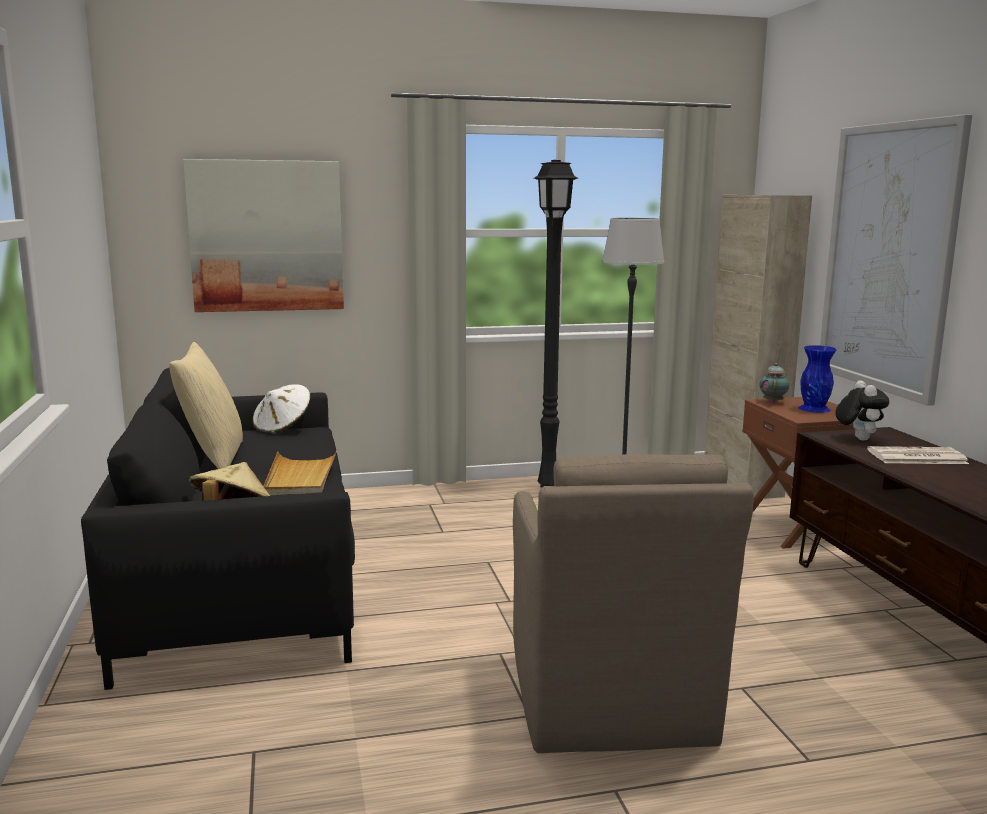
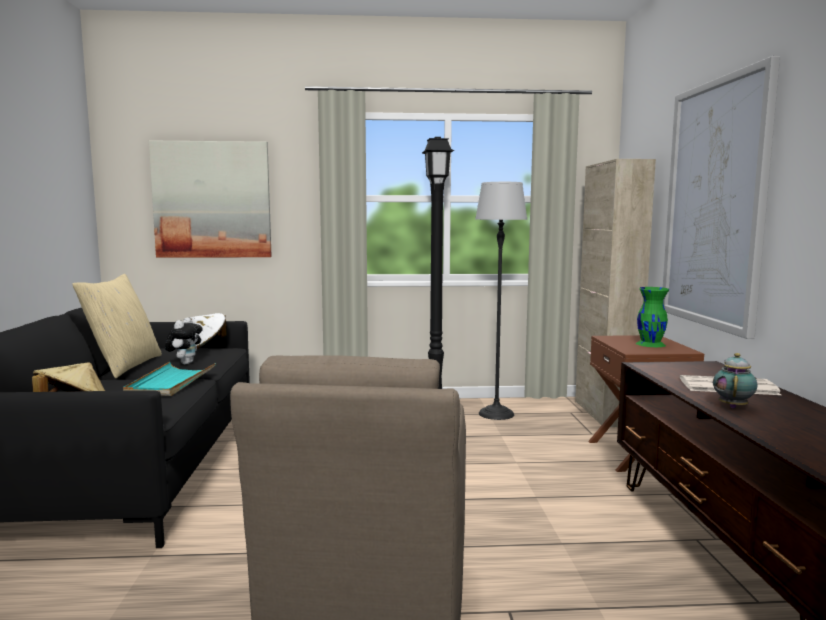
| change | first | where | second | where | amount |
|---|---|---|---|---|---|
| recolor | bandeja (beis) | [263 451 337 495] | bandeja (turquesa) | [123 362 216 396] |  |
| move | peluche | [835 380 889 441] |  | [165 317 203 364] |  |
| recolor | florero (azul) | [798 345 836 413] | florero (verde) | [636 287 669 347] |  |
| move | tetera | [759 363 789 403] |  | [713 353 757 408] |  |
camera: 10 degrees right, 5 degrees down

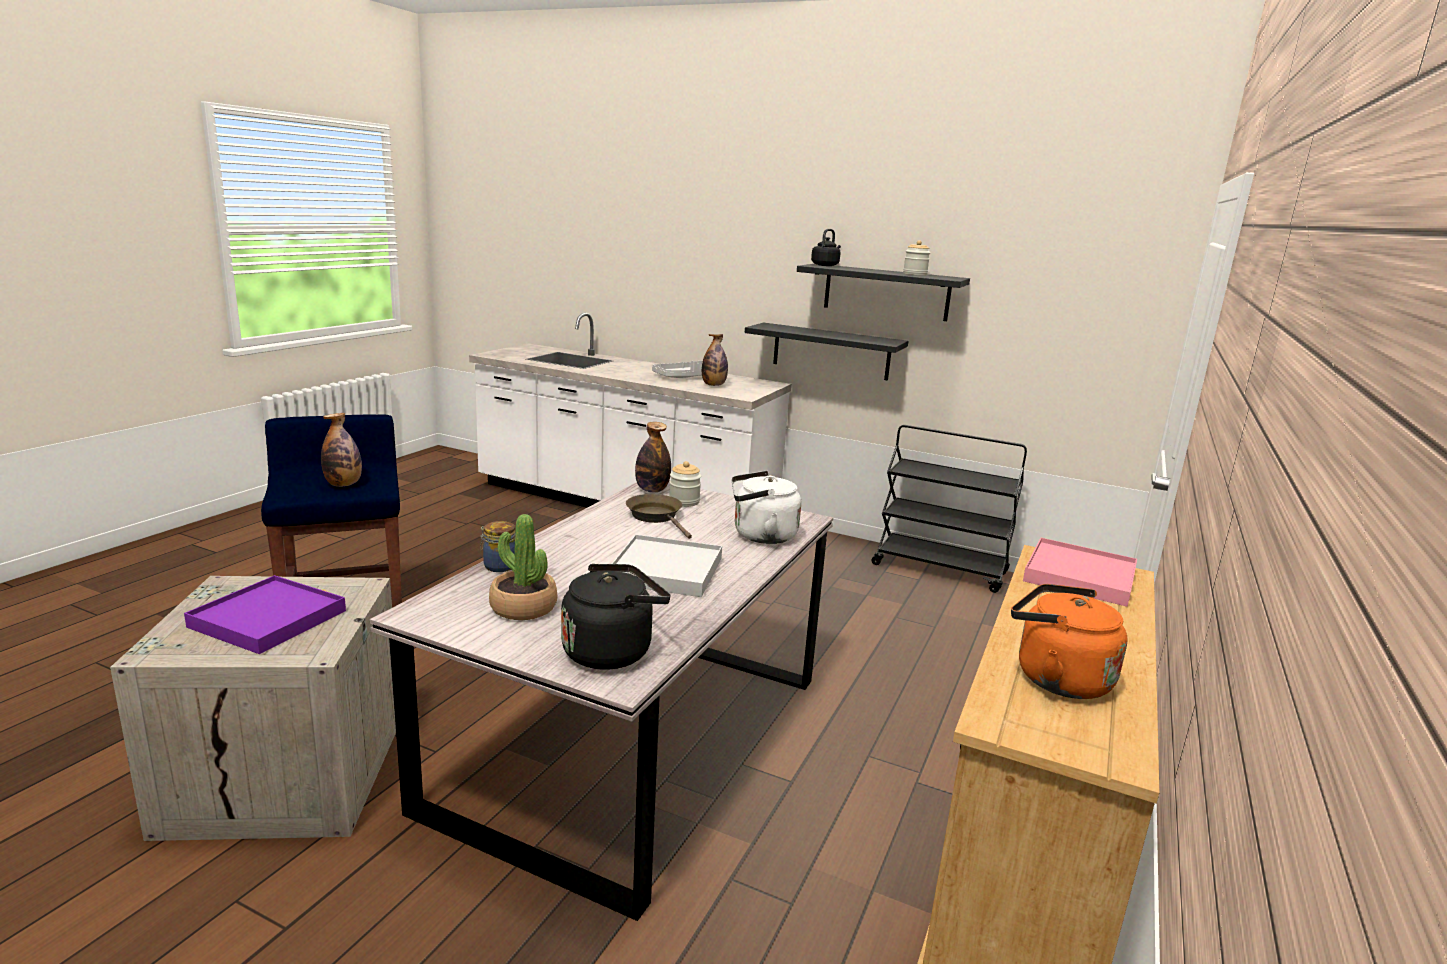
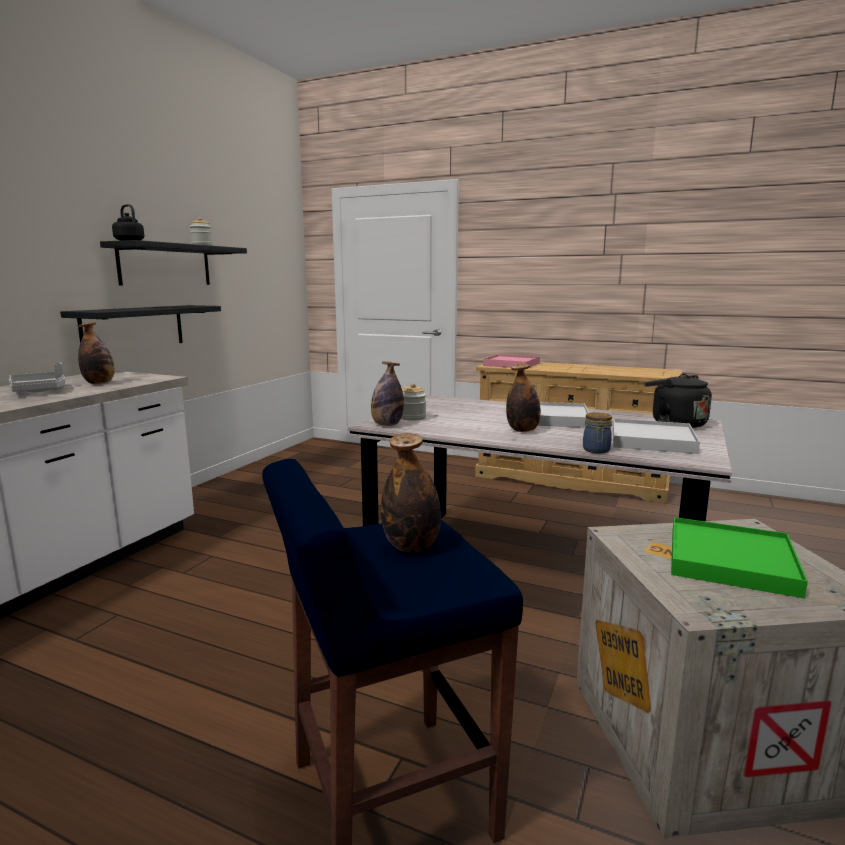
| change | first | where | second | where | amount |
|---|---|---|---|---|---|
| insert |  |  | botella | [506 364 541 432] |  |
| replace | planta en maceta | [489 514 557 620] | bandeja (blanco) | [613 419 700 454] |  |
| recolor | bandeja (morado) | [184 575 346 654] | bandeja (verde) | [671 517 808 599] |  |
| delete | sartén (marrón) | [626 494 692 539] |  |  |  |
| delete | hervidor (blanco) | [731 471 801 544] |  |  |  |
| delete | carrito (negro) | [871 425 1027 593] |  |  |  |
| delete | hervidor (naranja) | [1011 584 1128 699] |  |  |  |
camera: 90 degrees left, 5 degrees down

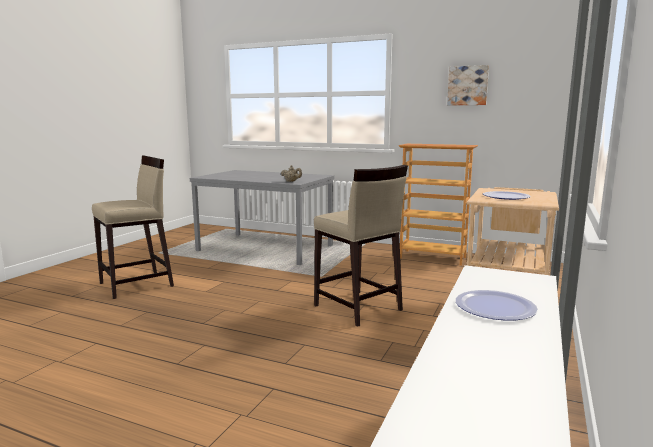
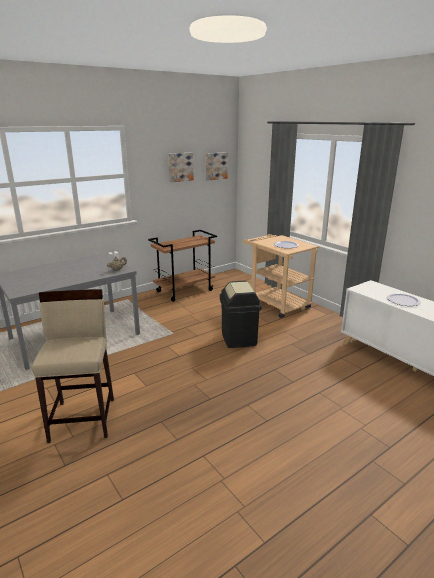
| change | first | where | second | where | amount |
|---|---|---|---|---|---|
| replace | estantería | [399 144 478 266] | carrito (marrón) | [148 230 217 302] |  |
| insert |  |  | cuadro | [206 152 228 181] |  |
| replace | taburete (beis) | [314 165 408 327] | papelera (negro) | [220 281 262 348] |  |
camera: 60 degrees left, 10 degrees up

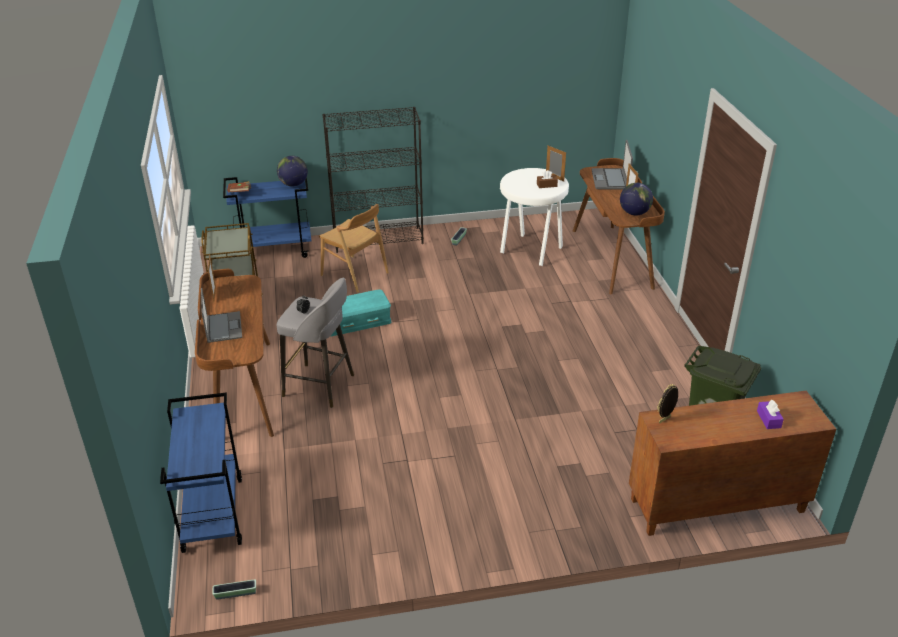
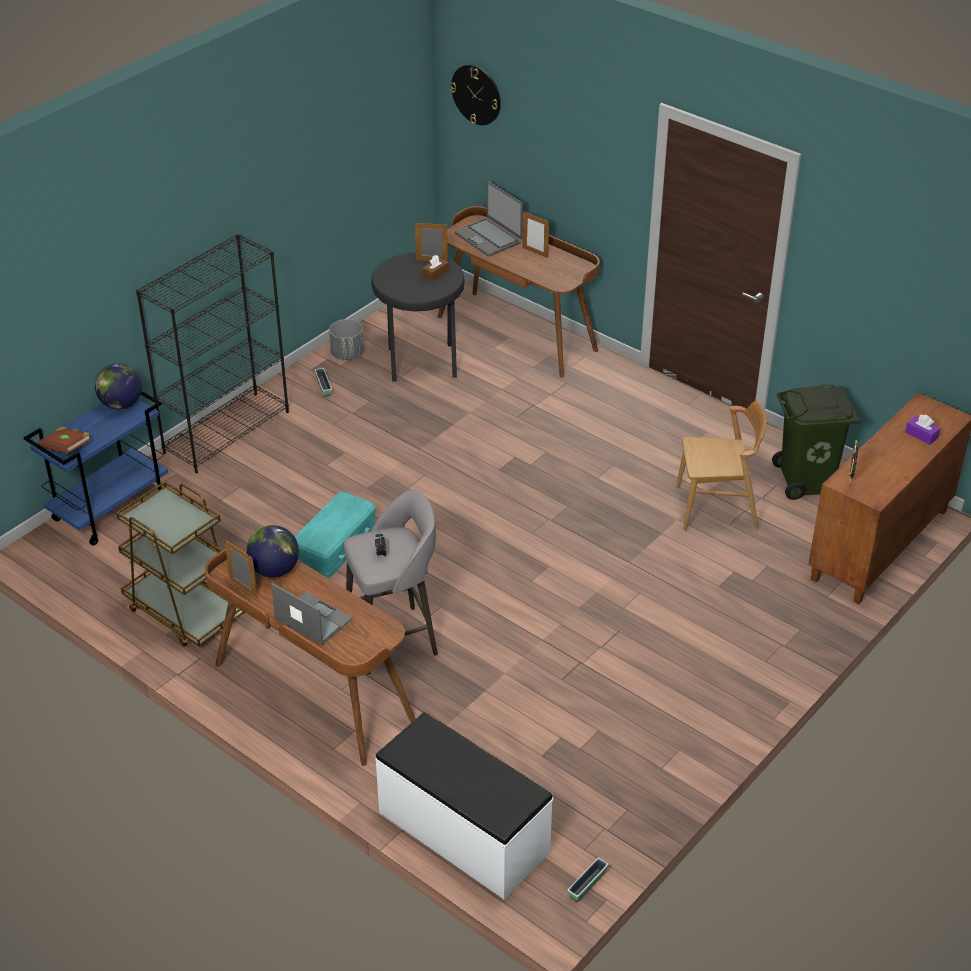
| change | first | where | second | where | amount |
|---|---|---|---|---|---|
| move | globo terráqueo | [620 183 653 215] |  | [246 525 299 577] |  |
| insert |  |  | maceta (gris) | [329 319 364 360] |  |
| recolor | taburete (blanco) | [500 168 569 266] | taburete (negro) | [371 252 465 381] |  |
| replace | carrito (azul) | [160 392 242 553] | banco (blanco) | [375 712 553 899] |  |
| insert |  |  | reloj de pared | [450 64 501 125] |  |
| move | silla (marrón) | [319 204 389 293] |  | [676 401 767 531] |  |
camera: 40 degrees left, 5 degrees up

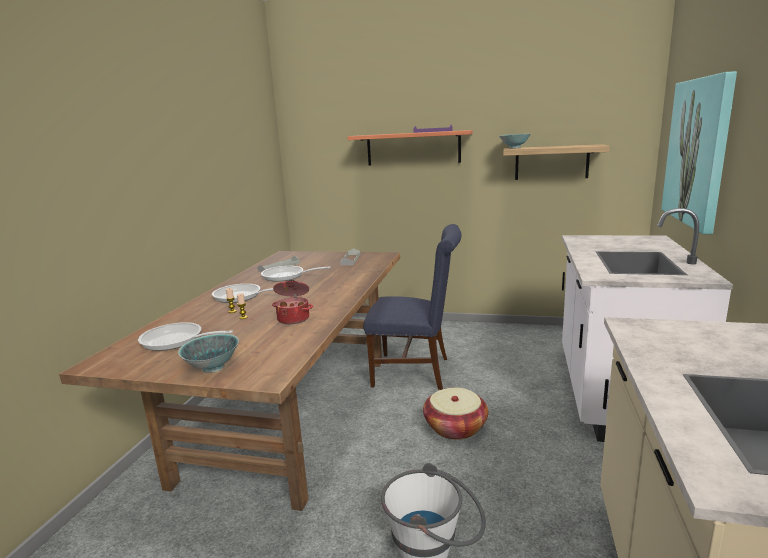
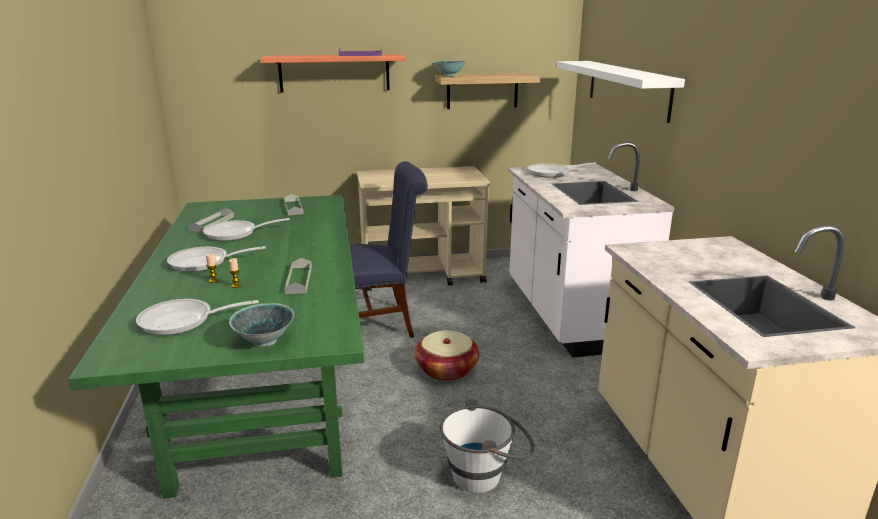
| change | first | where | second | where | amount |
|---|---|---|---|---|---|
| recolor | mesa de comedor (marrón) | [59 251 400 511] | mesa de comedor (verde) | [68 195 364 499] |  |
| replace | olla | [272 280 313 324] | bandeja (gris) | [284 258 312 294] |  |
| insert |  |  | carrito (beis) | [357 166 490 291] |  |
| insert |  |  | sartén | [528 163 596 178] |  |
| replace | cuadro | [661 71 737 234] | estante (blanco) | [557 61 685 123] |  |
camera: 25 degrees left, 5 degrees up

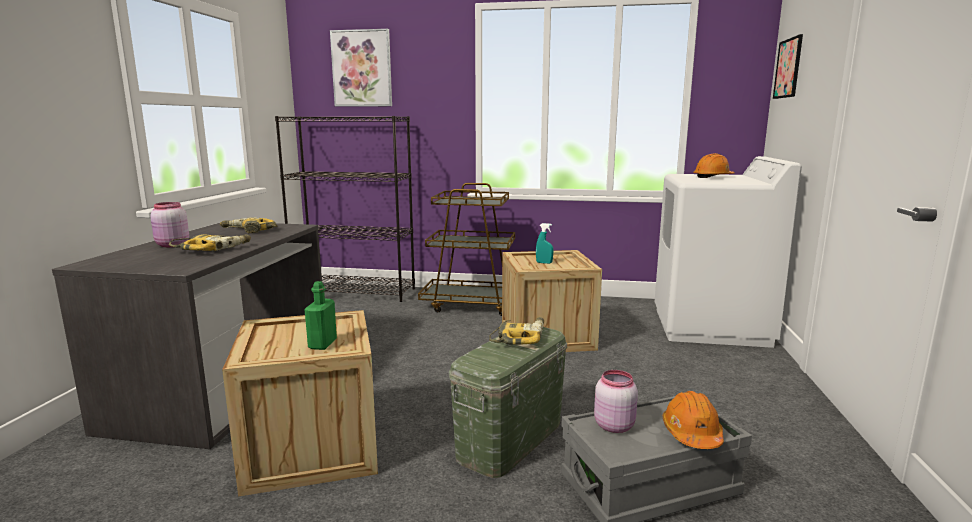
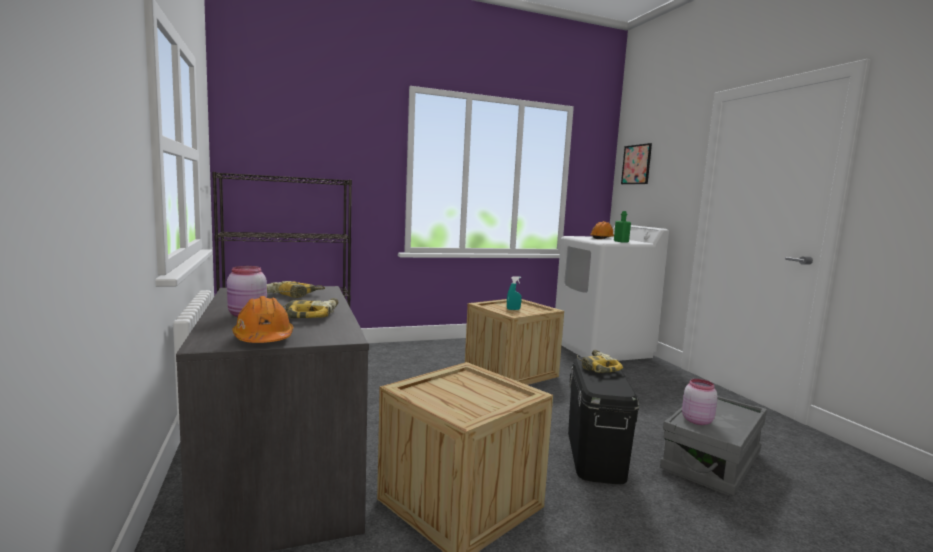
| change | first | where | second | where | amount |
|---|---|---|---|---|---|
| move | casco (naranja) | [663 391 724 449] |  | [232 296 293 343] |  |
| recolor | caja de almacenaje (verde) | [449 327 567 478] | caja de almacenaje (negro) | [568 357 639 484] |  |
| move | botella (verde) | [304 281 337 350] |  | [614 211 631 243] |  |
| delete | cuadro | [330 29 392 107] |  |  |  |
| delete | carrito (marrón) | [418 183 515 316] |  |  |  |
camera: 30 degrees left, 5 degrees down

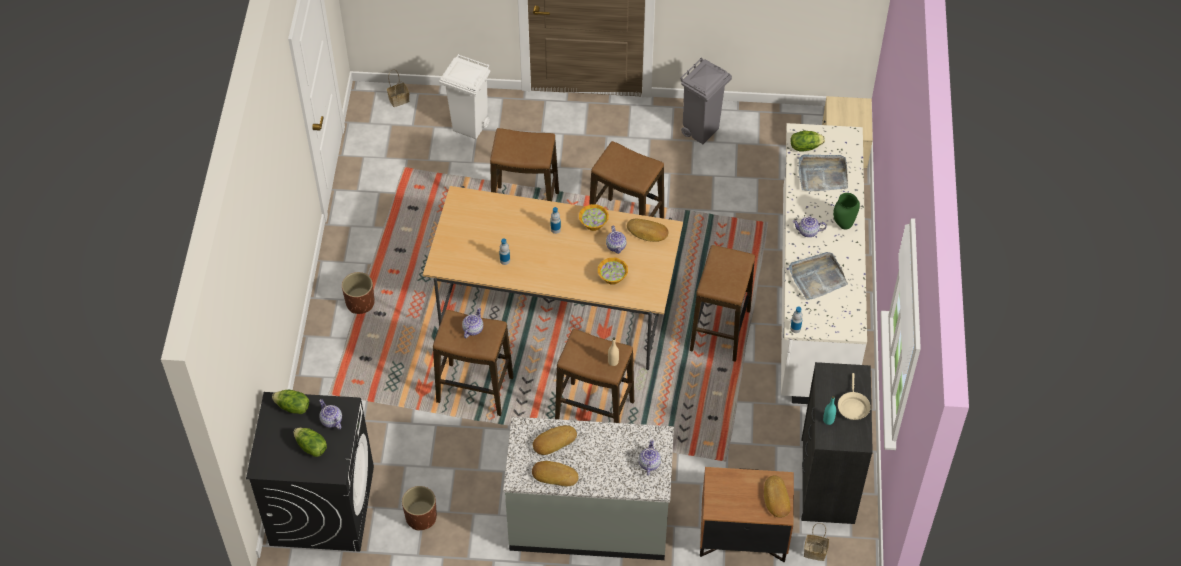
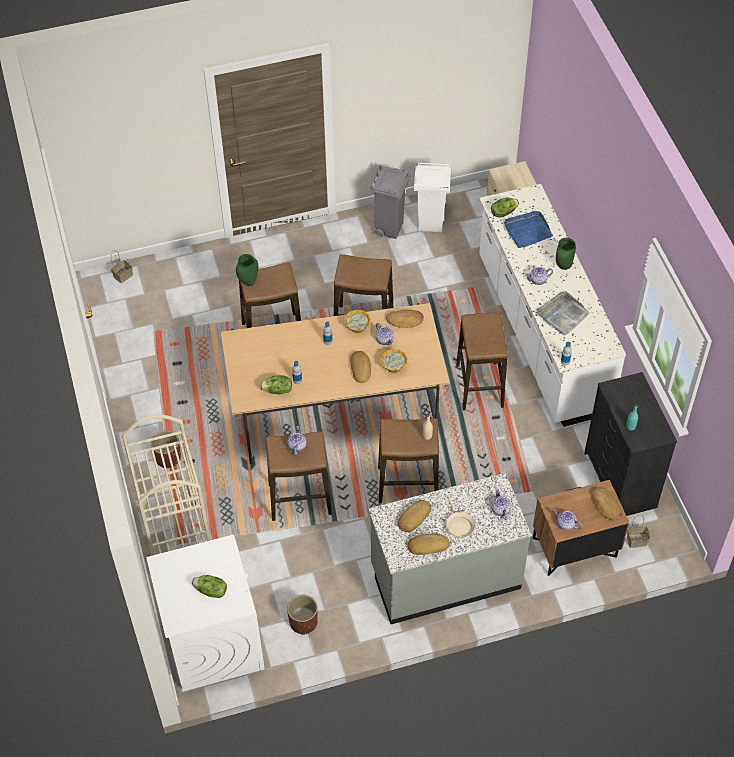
| change | first | where | second | where | amount |
|---|---|---|---|---|---|
| insert |  |  | carrito (beis) | [122 414 210 556] |  |
| recolor | lavadora (negro) | [246 392 374 551] | lavadora (blanco) | [146 535 265 692] |  |
| insert |  |  | florero (verde) | [236 254 258 286] |  |
| move | lechuga | [272 390 309 414] |  | [260 375 292 395] |  |
| insert |  |  | pan | [350 351 371 383] |  |
| move | papelera (blanco) | [439 54 490 139] |  | [414 162 451 232] |  |
| move | sartén (beis) | [838 373 871 420] |  | [446 496 475 538] |  |
| recolor | bandeja (gris) | [799 155 848 191] | bandeja (azul) | [504 211 553 248] |  |
| move | tetera | [319 399 342 430] |  | [553 509 582 531] |  |
camera: 20 degrees left, 0 degrees up

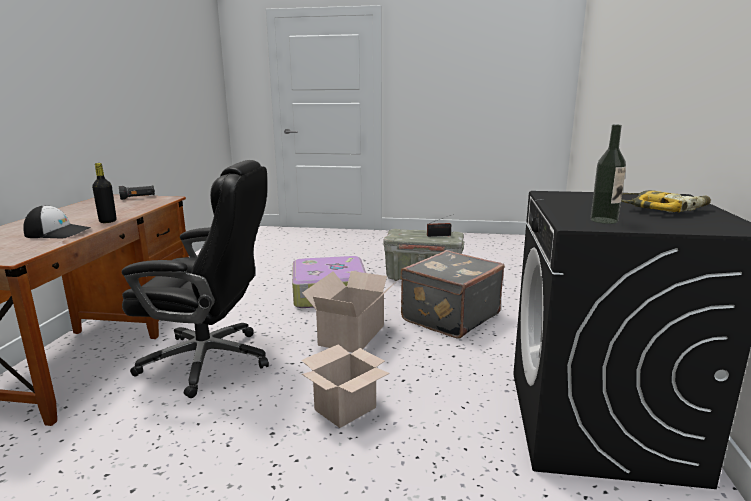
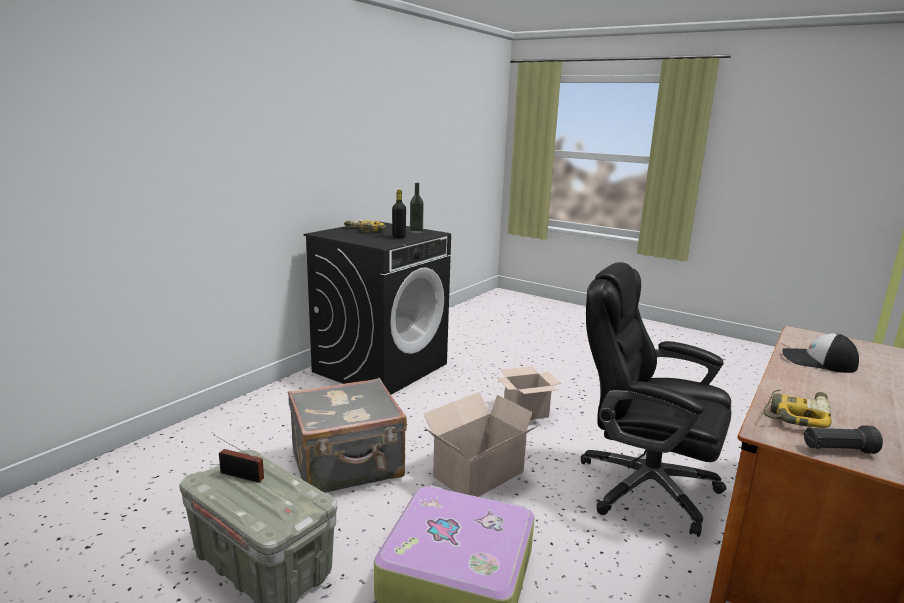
| change | first | where | second | where | amount |
|---|---|---|---|---|---|
| move | botella (negro) | [92 163 117 223] |  | [392 190 406 238] |  |
| insert |  |  | taladro | [763 389 832 428] |  |
camera: 155 degrees left, 0 degrees up

